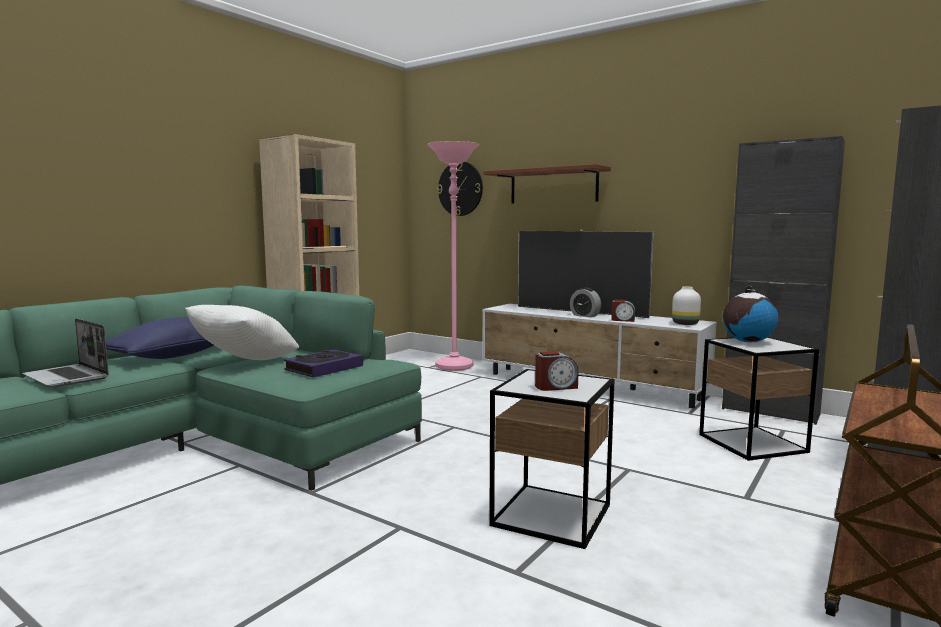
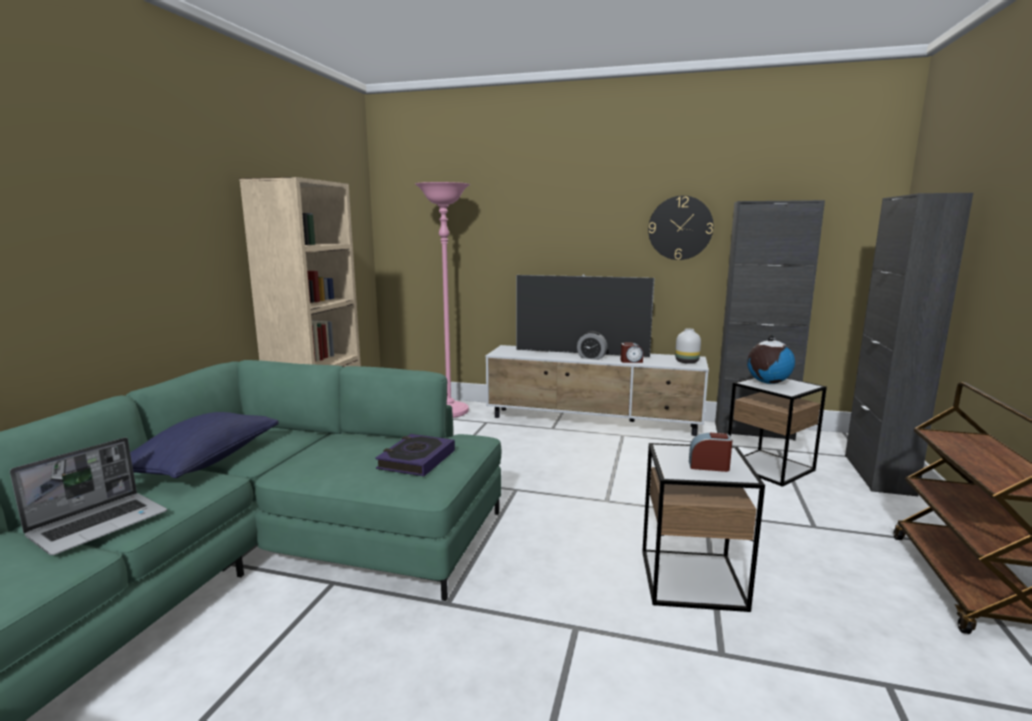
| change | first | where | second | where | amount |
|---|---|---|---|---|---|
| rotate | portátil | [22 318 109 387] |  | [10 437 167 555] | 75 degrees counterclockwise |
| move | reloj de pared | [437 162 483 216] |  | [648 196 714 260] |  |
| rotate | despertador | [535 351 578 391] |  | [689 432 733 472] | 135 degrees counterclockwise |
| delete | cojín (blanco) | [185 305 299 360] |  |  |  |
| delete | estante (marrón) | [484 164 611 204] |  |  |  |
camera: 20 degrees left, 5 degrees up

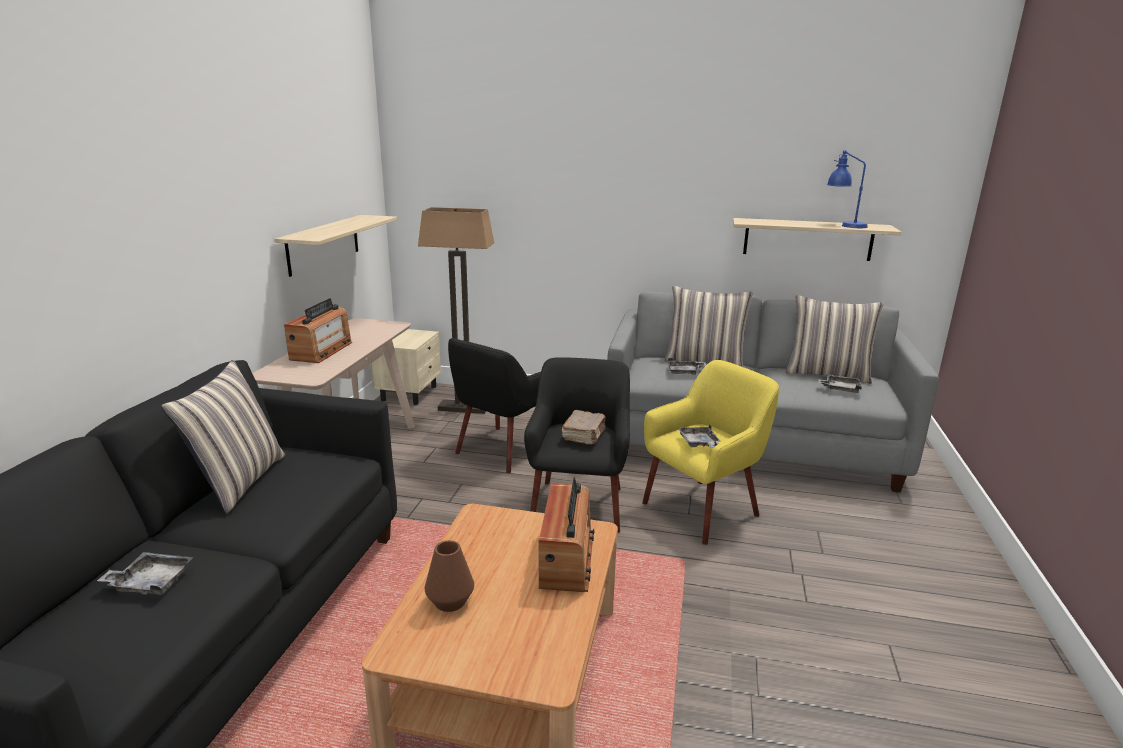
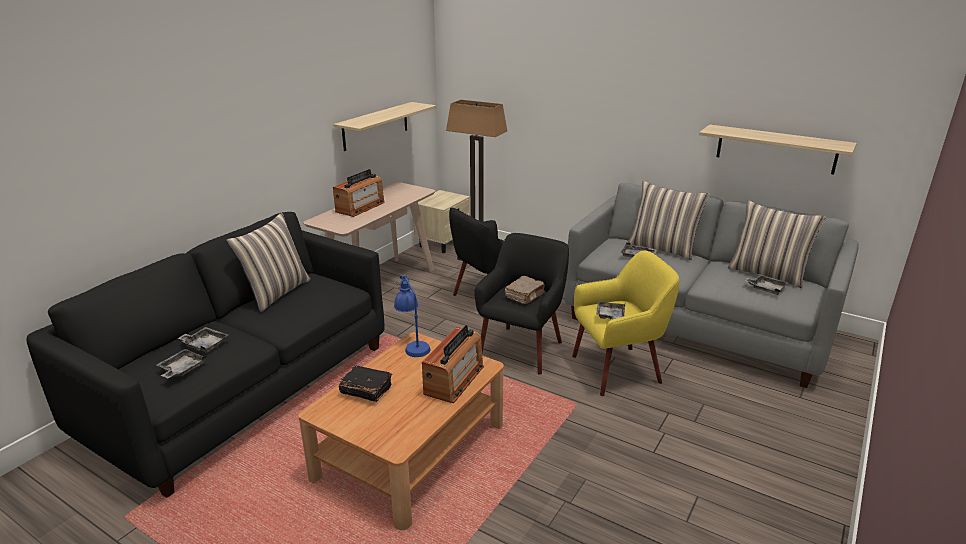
| change | first | where | second | where | amount |
|---|---|---|---|---|---|
| insert |  |  | bandeja (gris) | [157 349 207 378] |  |
| replace | florero (marrón) | [425 540 474 612] | libro (negro) | [339 365 392 402] |  |
| move | lámpara de mesa (azul) | [827 150 868 228] |  | [394 274 430 357] |  |
camera: 20 degrees right, 5 degrees up

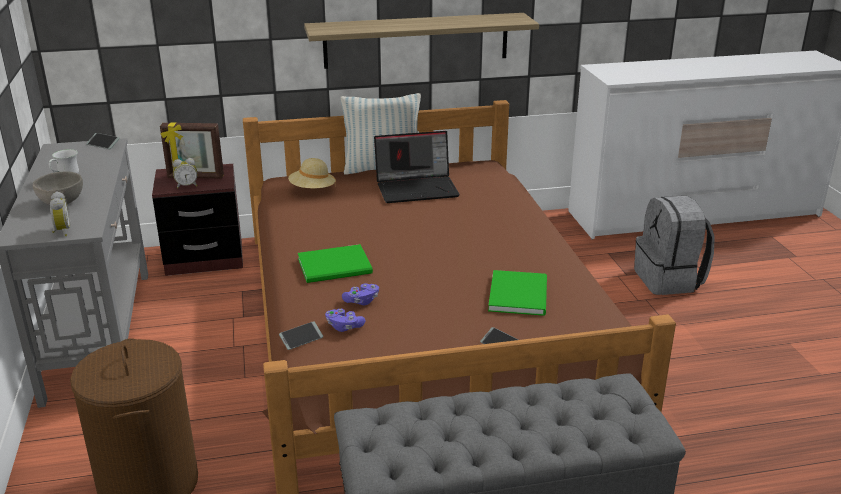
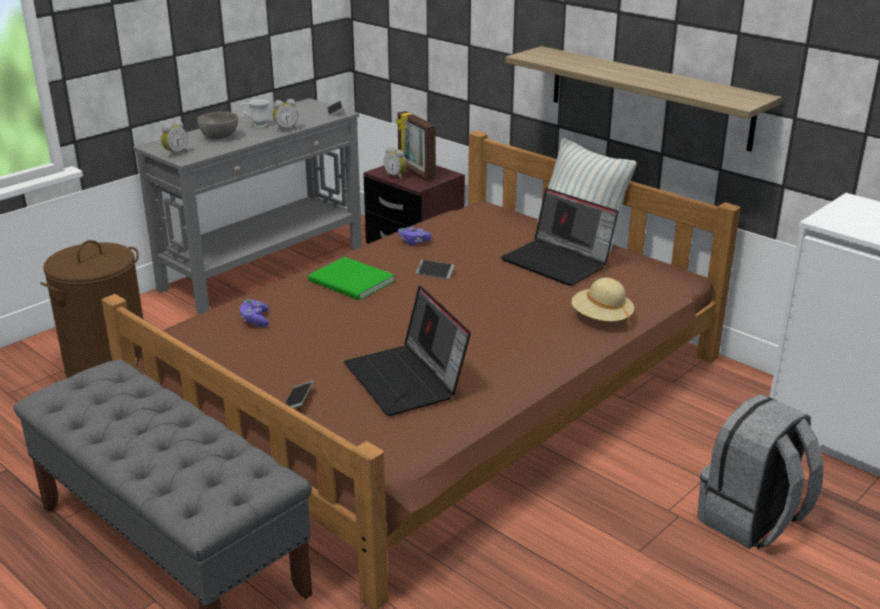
| change | first | where | second | where | amount |
|---|---|---|---|---|---|
| insert |  |  | despertador | [273 99 298 132] |  |
| replace | libro (verde) | [488 270 547 316] | portátil | [344 286 471 416] |  |
| move | mando de consola (morado) | [342 283 379 305] |  | [398 227 432 245] |  |
| move | móvil | [279 321 323 350] |  | [416 260 455 279] |  |
| move | sombrero (beis) | [288 158 336 188] |  | [571 278 634 329] |  |
camera: 55 degrees right, 0 degrees up

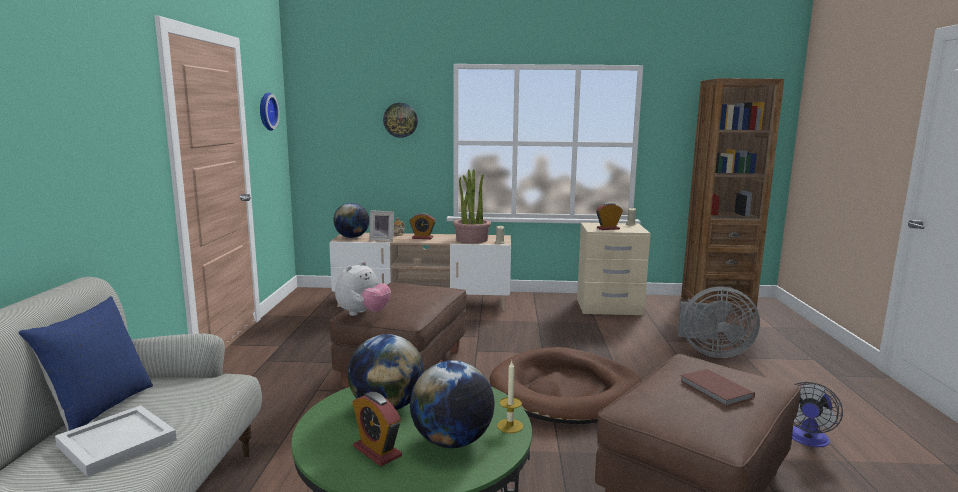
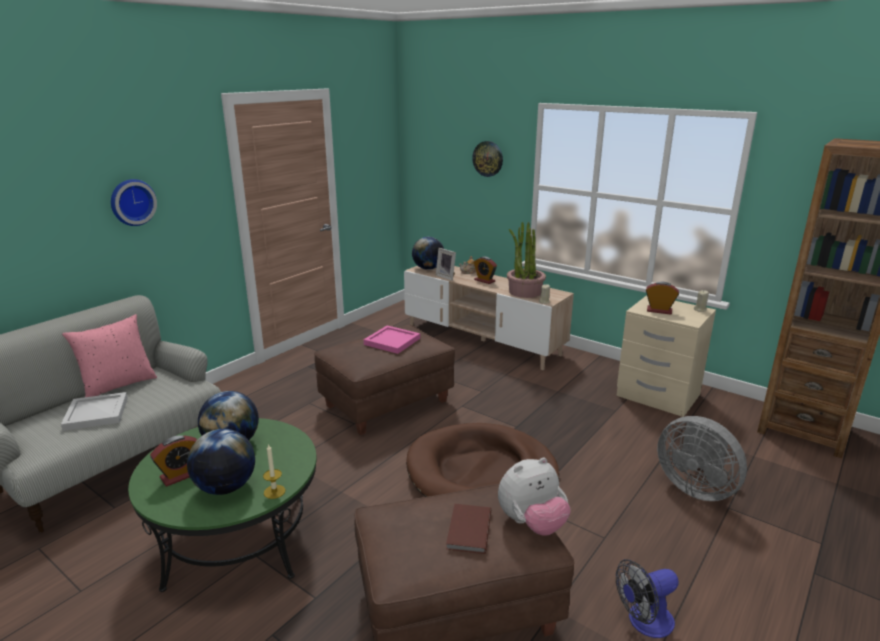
| change | first | where | second | where | amount |
|---|---|---|---|---|---|
| recolor | cojín (azul) | [18 296 153 431] | cojín (rosa) | [62 314 157 397] |  |
| move | reloj de pared | [260 92 280 131] |  | [111 179 157 226] |  |
| rotate | despertador | [353 392 402 466] |  | [150 435 197 487] | 120 degrees counterclockwise |
| insert |  |  | bandeja (rosa) | [364 325 420 354] |  |
| move | peluche | [335 261 391 316] |  | [498 457 571 536] |  |
camera: 35 degrees right, 10 degrees up

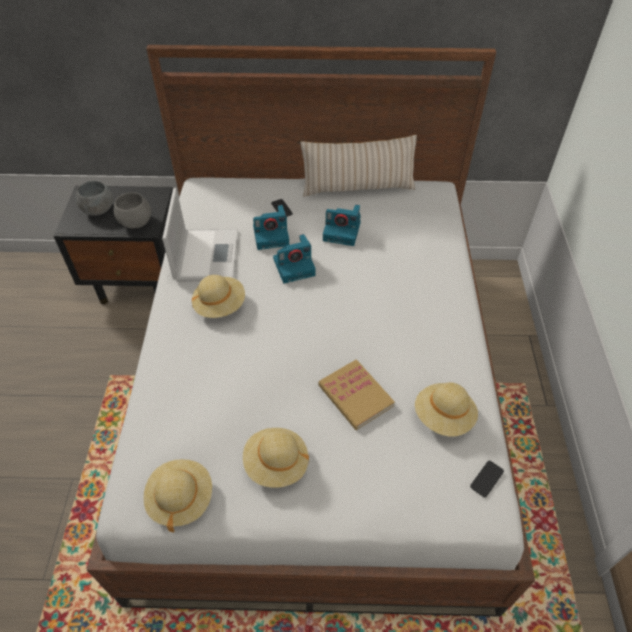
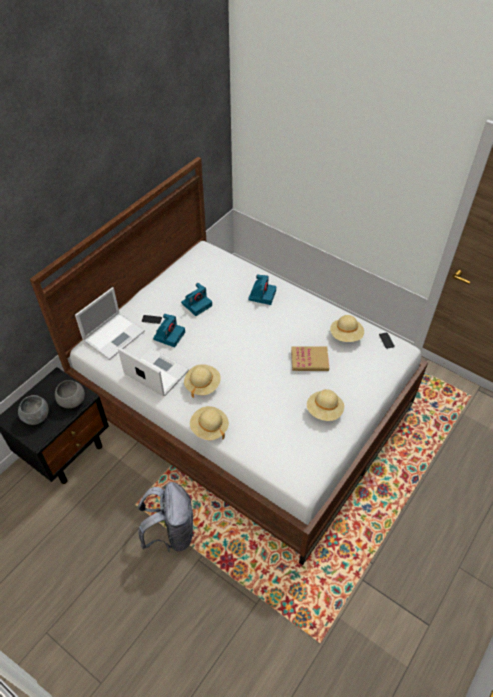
| change | first | where | second | where | amount |
|---|---|---|---|---|---|
| insert |  |  | portátil | [75 287 145 360] |  |
| insert |  |  | mochila (gris) | [138 482 194 552] |  |
| move | sombrero (beis) | [144 459 212 533] |  | [190 406 229 440] |  |
| move | cámara | [273 234 316 284] |  | [248 274 276 305] |  |
| delete | cojín (beis) | [300 135 417 197] |  |  |  |
camera: 55 degrees left, 0 degrees up

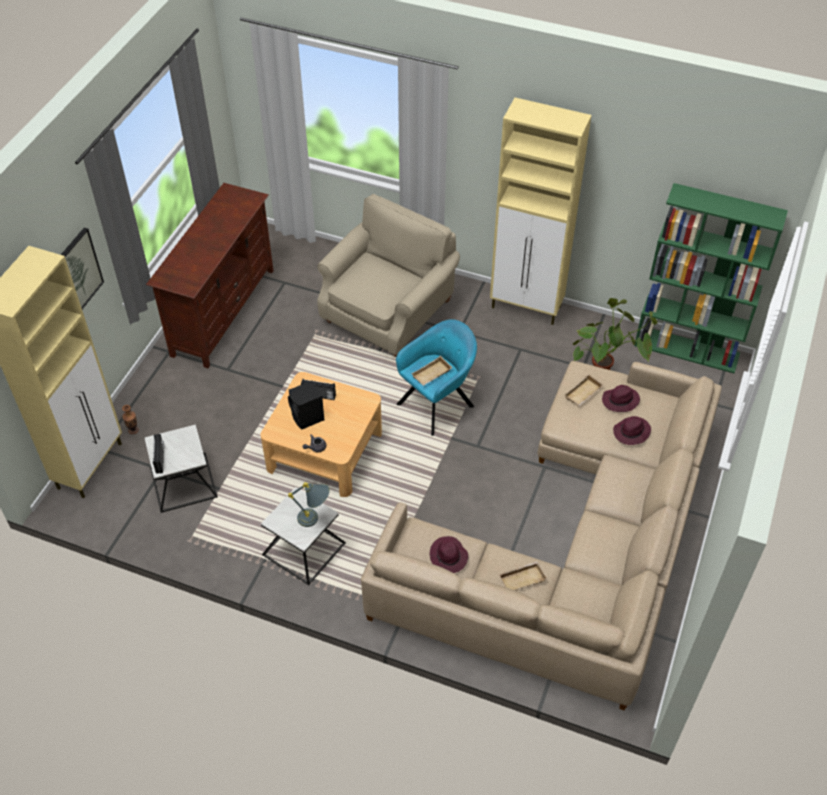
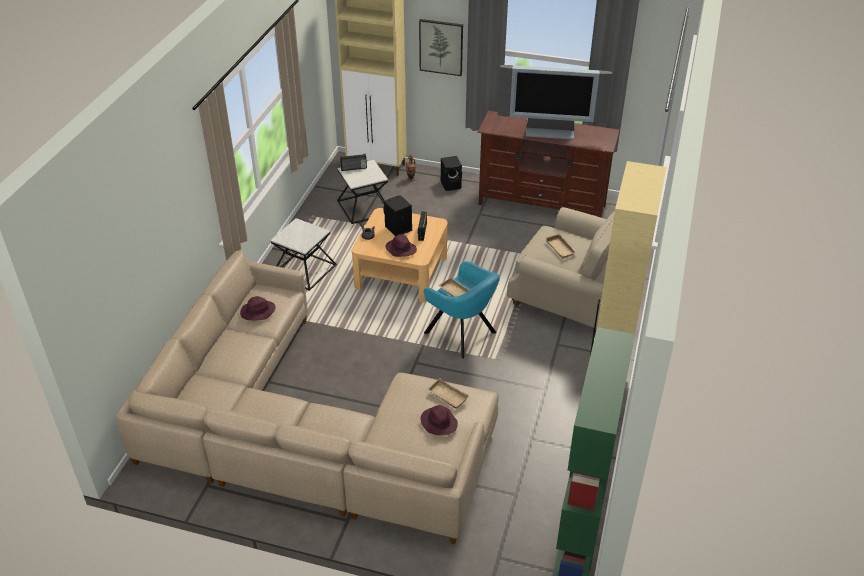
| change | first | where | second | where | amount |
|---|---|---|---|---|---|
| move | sombrero (morado) | [613 416 651 445] |  | [386 234 417 257] |  |
| insert |  |  | altavoz (negro) | [441 156 462 191] |  |
| insert |  |  | televisor | [498 65 612 140] |  |
| move | bandeja (beis) | [499 561 547 591] |  | [545 234 577 259] |  |
| delete | lámpara de mesa (gris) | [288 482 330 527] |  |  |  |
| delete | planta en maceta | [573 298 658 370] |  |  |  |
camera: 85 degrees right, 10 degrees down

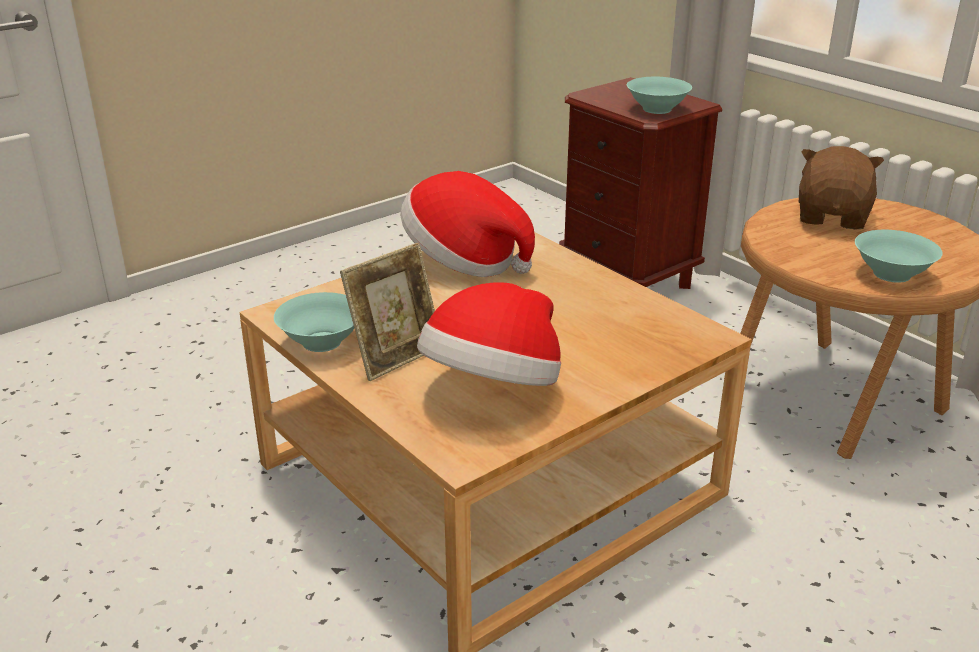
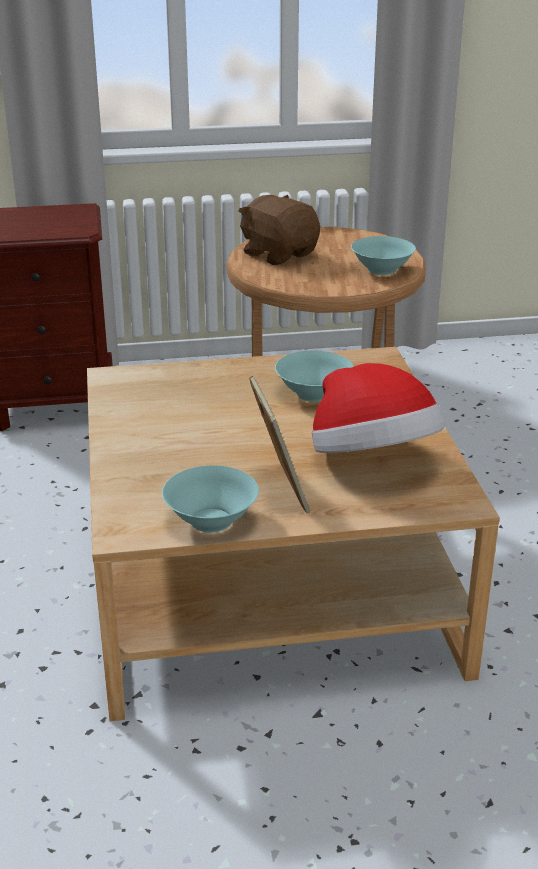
| change | first | where | second | where | amount |
|---|---|---|---|---|---|
| move | cuenco (turquesa) | [627 77 692 114] |  | [275 351 354 402] |  |
| delete | sombrero | [400 171 535 277] |  |  |  |
camera: 60 degrees left, 0 degrees up

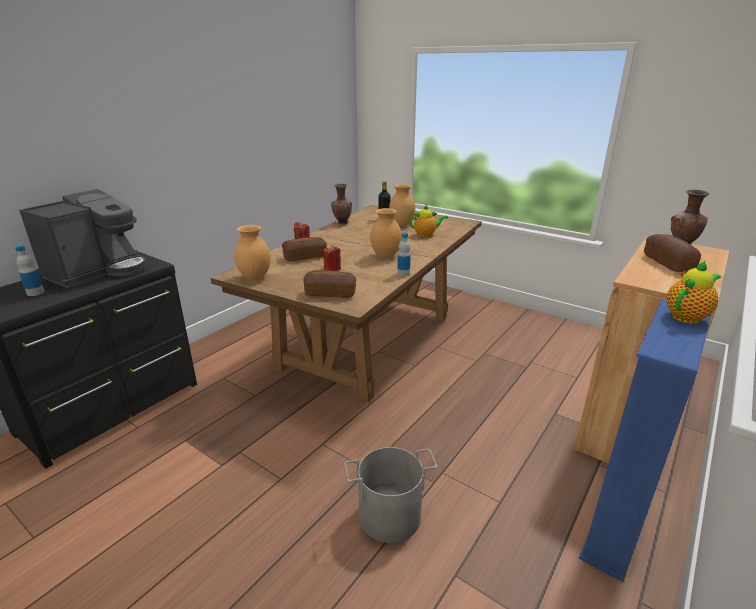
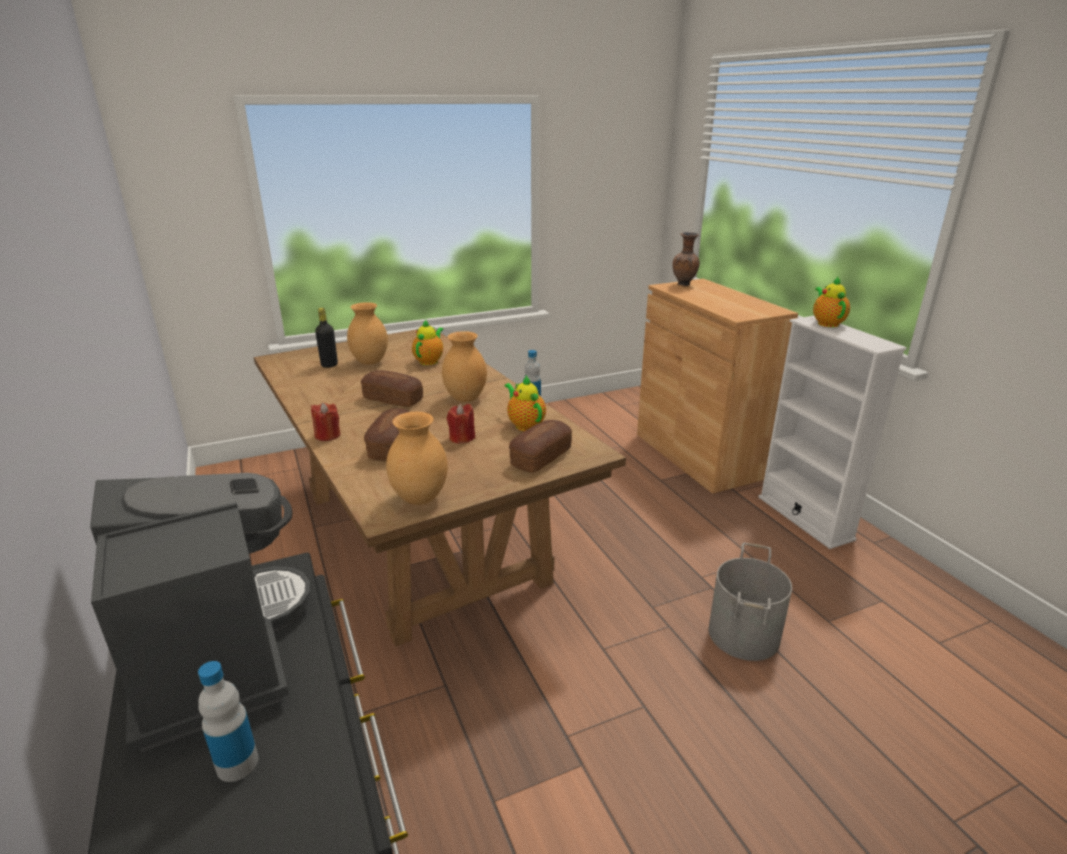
| change | first | where | second | where | amount |
|---|---|---|---|---|---|
| move | pan | [644 234 701 272] |  | [361 370 423 407] |  |
| insert |  |  | tetera | [504 375 546 431] |  |
| recolor | estantería (azul) | [579 299 711 582] | estantería (blanco) | [758 316 907 549] |  |
| delete | florero (marrón) | [331 184 352 224] |  |  |  |
camera: 60 degrees left, 0 degrees up

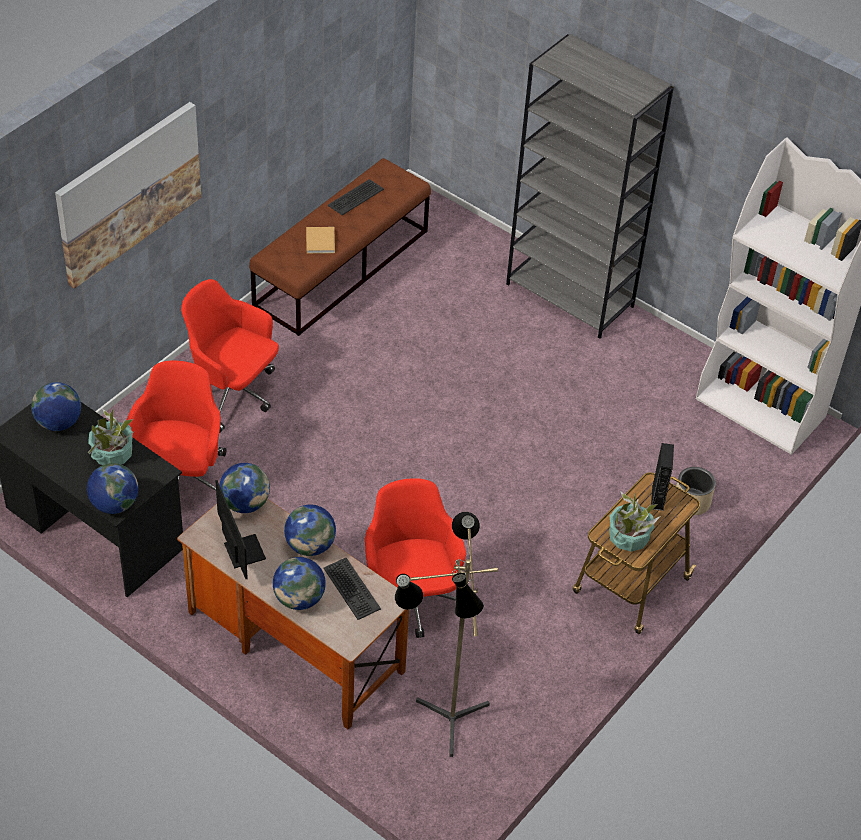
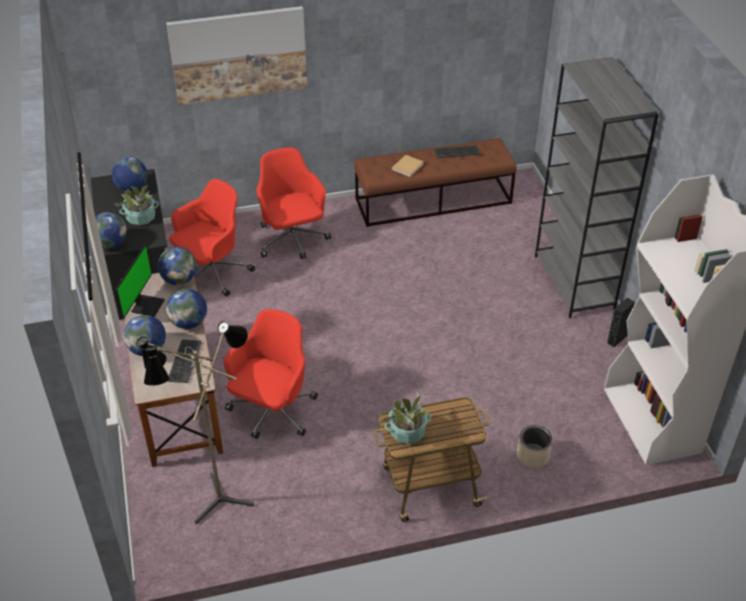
| change | first | where | second | where | amount |
|---|---|---|---|---|---|
| move | altavoz (negro) | [651 443 674 511] |  | [607 298 635 347] |  |
camera: 40 degrees right, 5 degrees down

